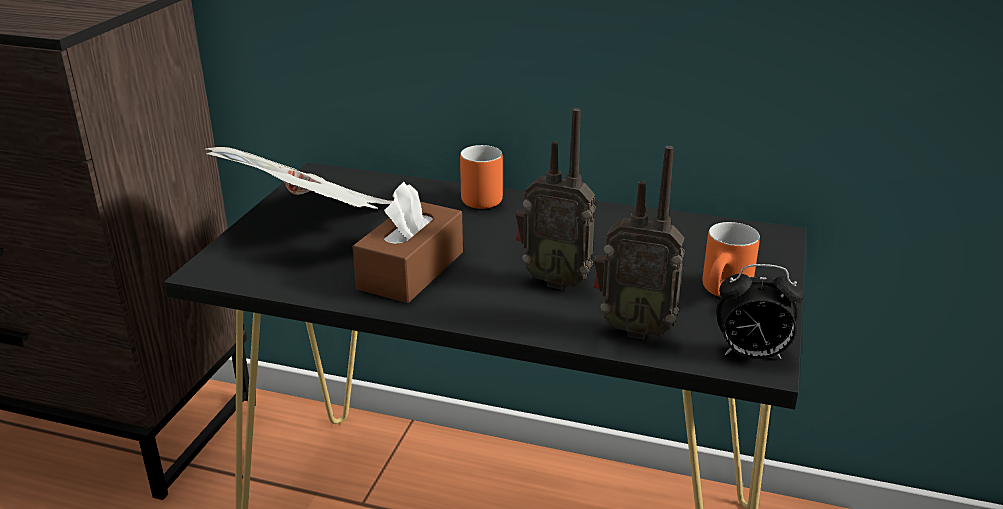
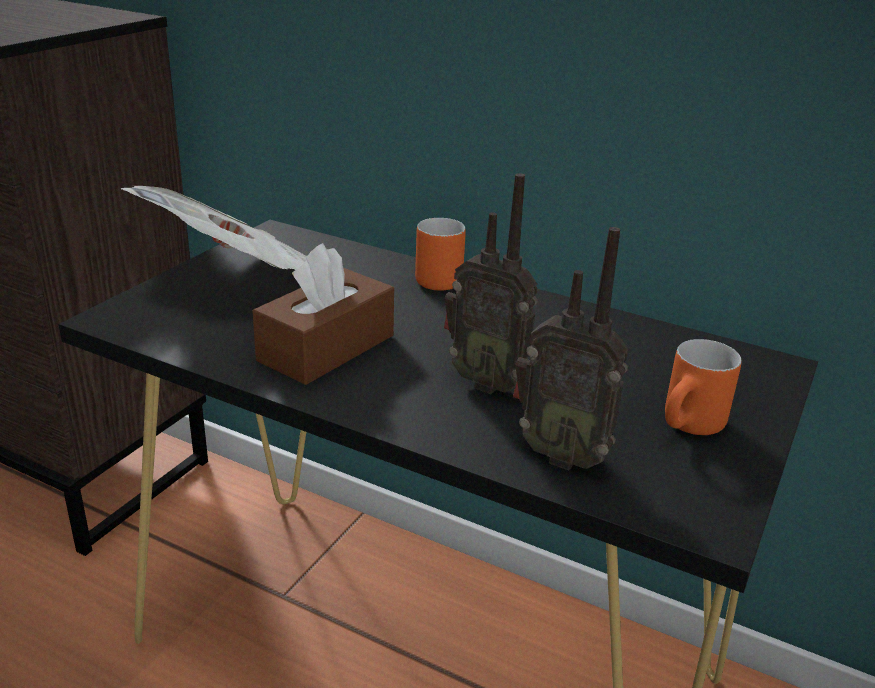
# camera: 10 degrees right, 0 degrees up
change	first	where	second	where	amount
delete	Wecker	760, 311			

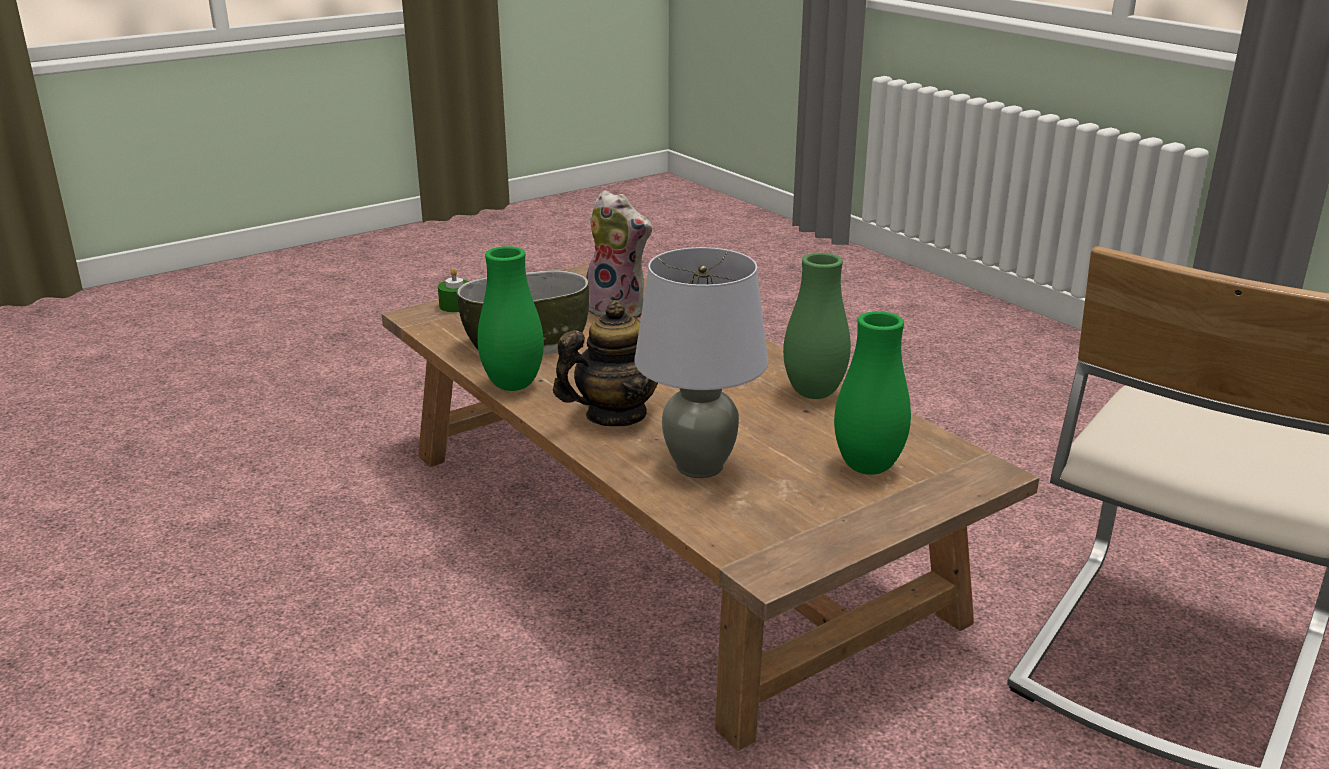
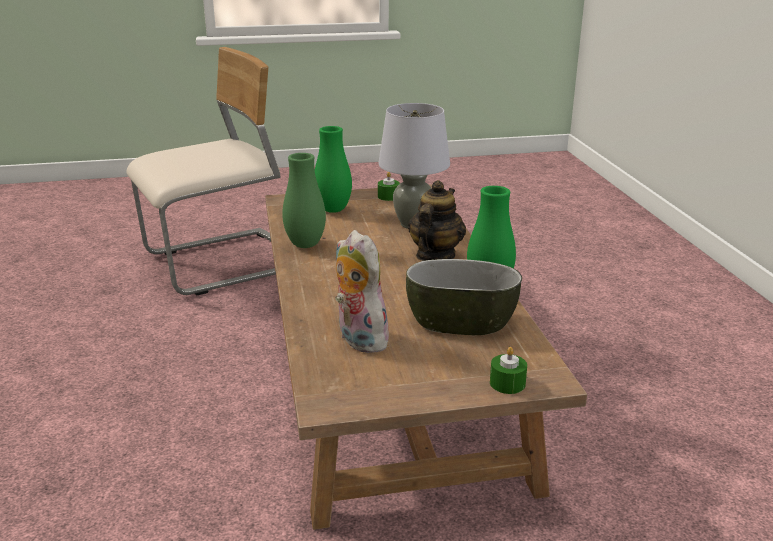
# camera: 155 degrees left, 0 degrees up
change	first	where	second	where	amount
rotate	Teekanne	605, 363		437, 220	120 degrees clockwise
insert			Kerze (grün)	389, 186	

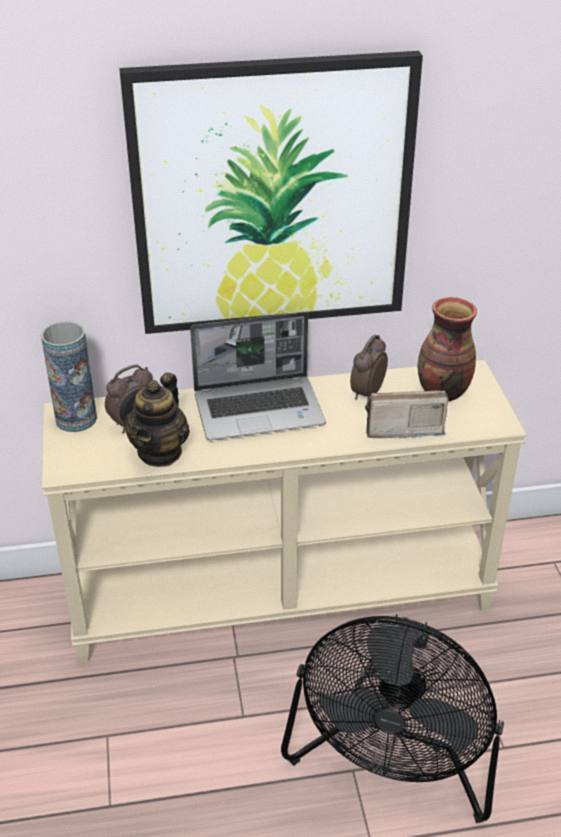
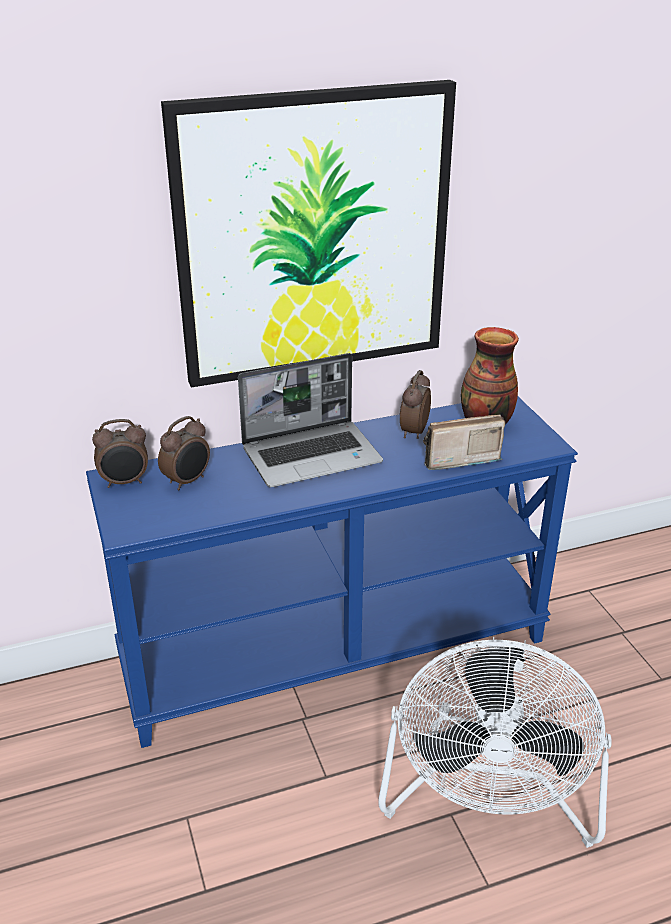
# camera: 10 degrees left, 5 degrees down
change	first	where	second	where	amount
replace	Vase	69, 376	Wecker	120, 453	
recolor	Konsolentisch (beige)	284, 512	Konsolentisch (blau)	332, 572	
delete	Teekanne	157, 419			
recolor	Ventilator (schwarz)	392, 718	Ventilator (weiß)	495, 742	

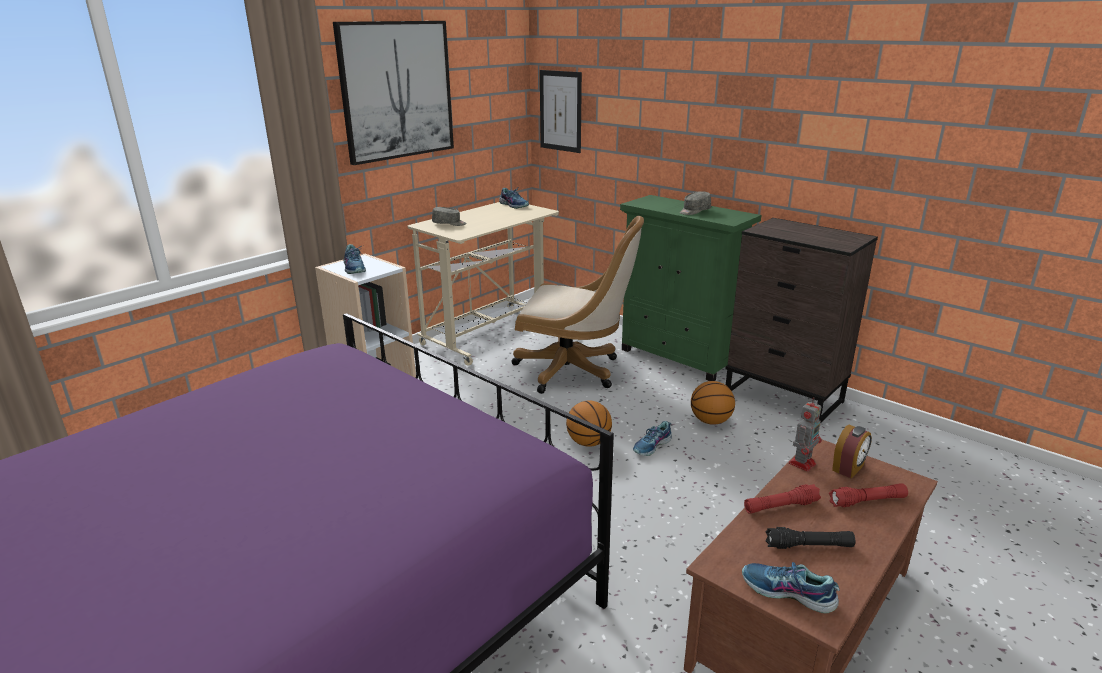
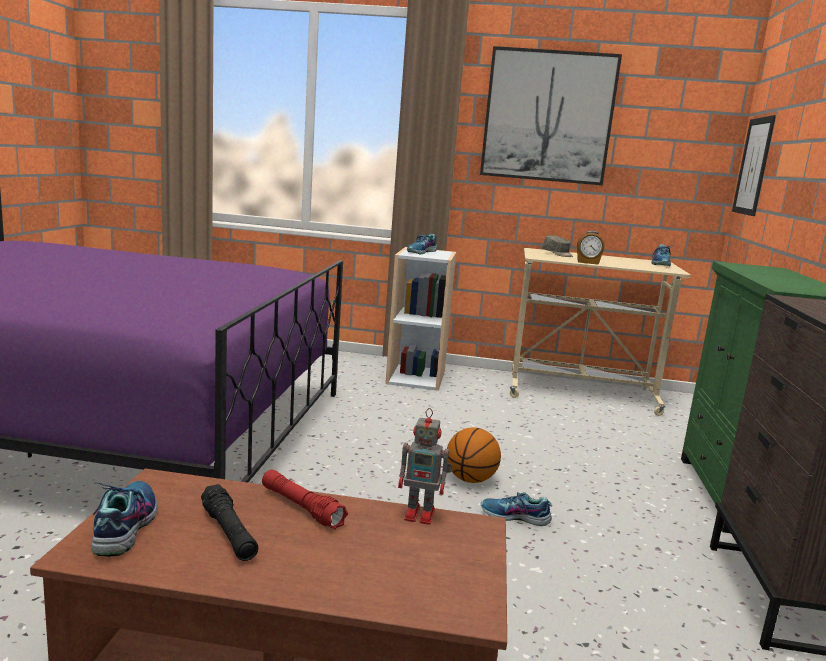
# camera: 55 degrees right, 10 degrees down
change	first	where	second	where	amount
delete	Bürostuhl	577, 305			
delete	Kappe (grau)	695, 203			
delete	Basketball	713, 403			
delete	Taschenlampe (rot)	868, 495			
move	Wecker	852, 452		591, 248	

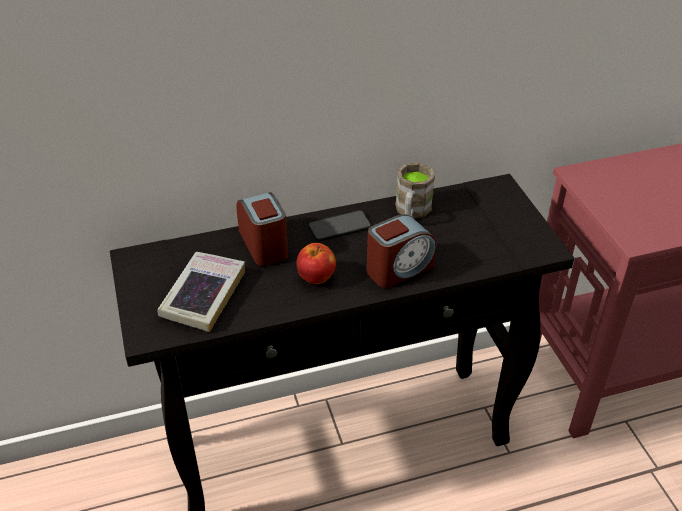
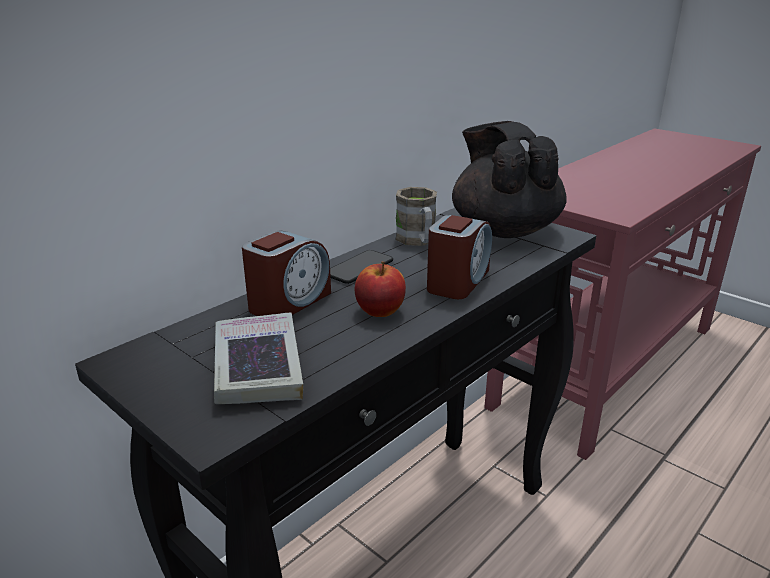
# camera: 30 degrees left, 15 degrees down
change	first	where	second	where	amount
rotate	Wecker	262, 229		286, 273	90 degrees clockwise
insert			Teekanne (schwarz)	509, 179	

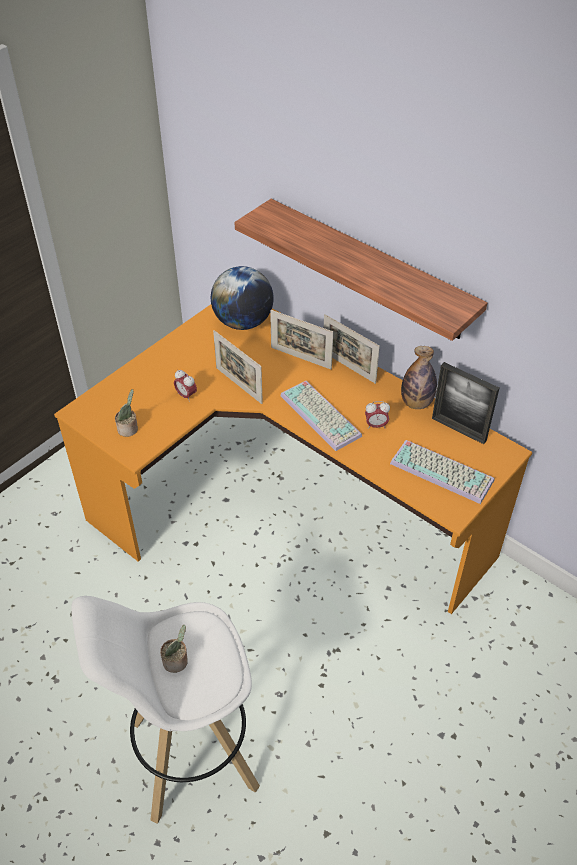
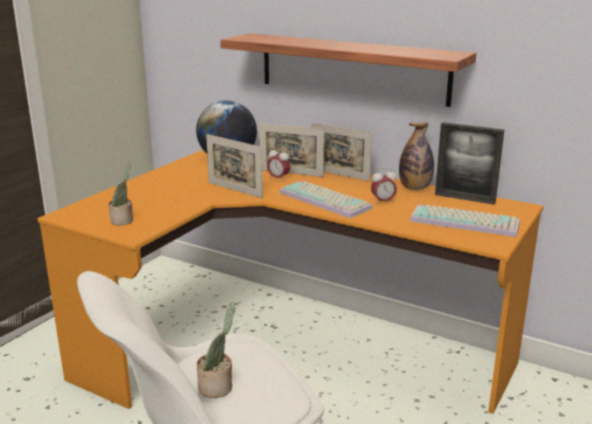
# camera: 10 degrees left, 25 degrees down
change	first	where	second	where	amount
move	Wecker	185, 386		279, 164	

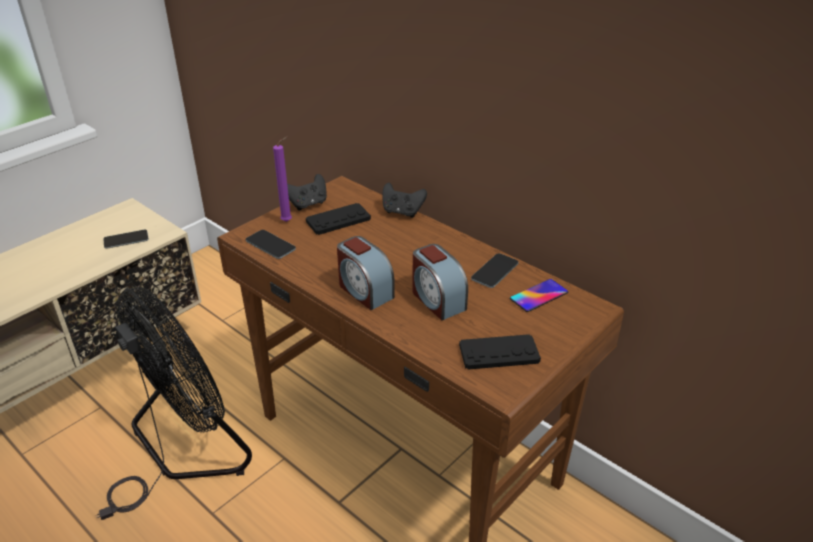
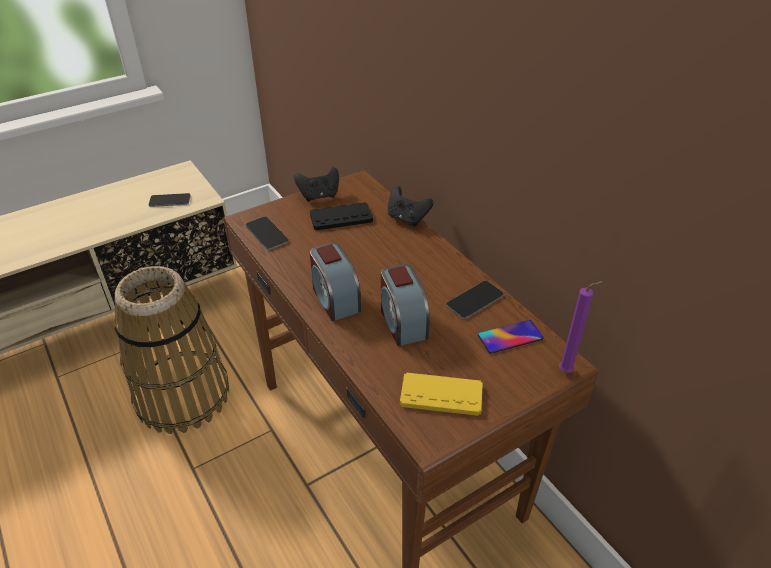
# camera: 15 degrees right, 5 degrees up
change	first	where	second	where	amount
replace	Ventilator (schwarz)	174, 403	Korb	172, 350	
move	Kerze (lila)	282, 179		581, 327	
recolor	Gamepad (schwarz)	500, 352	Gamepad (gelb)	441, 394	

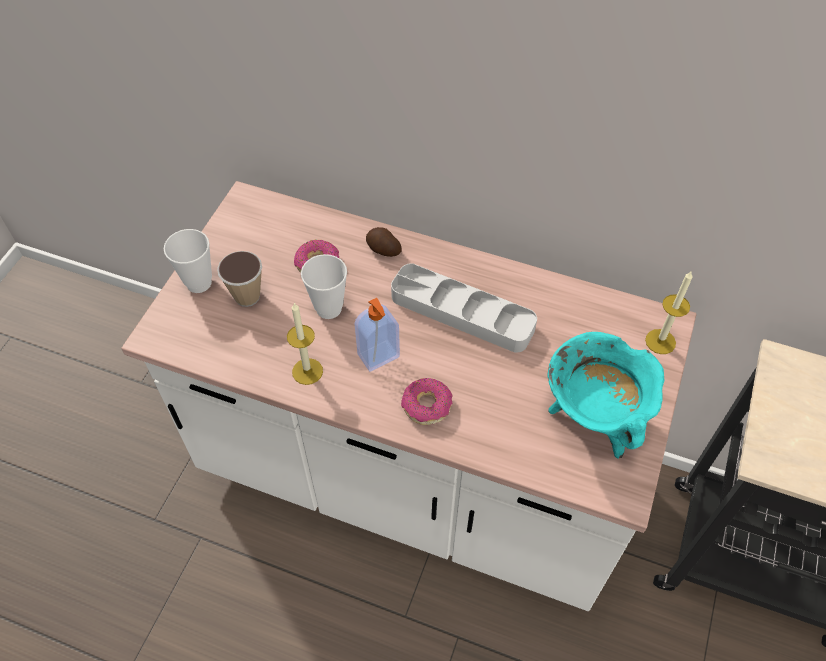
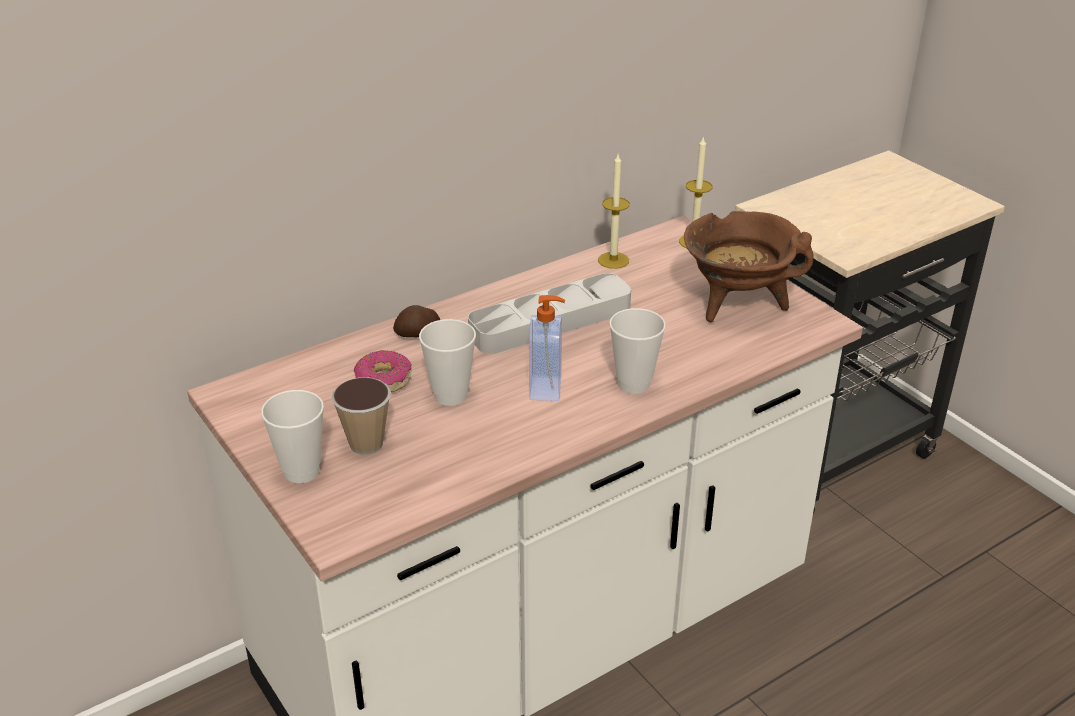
# camera: 55 degrees left, 20 degrees down
change	first	where	second	where	amount
move	Kerze	305, 344		614, 211	
replace	Donut	427, 401	Tasse	637, 351	
recolor	Kochtopf (türkis)	605, 395	Kochtopf (braun)	748, 266	

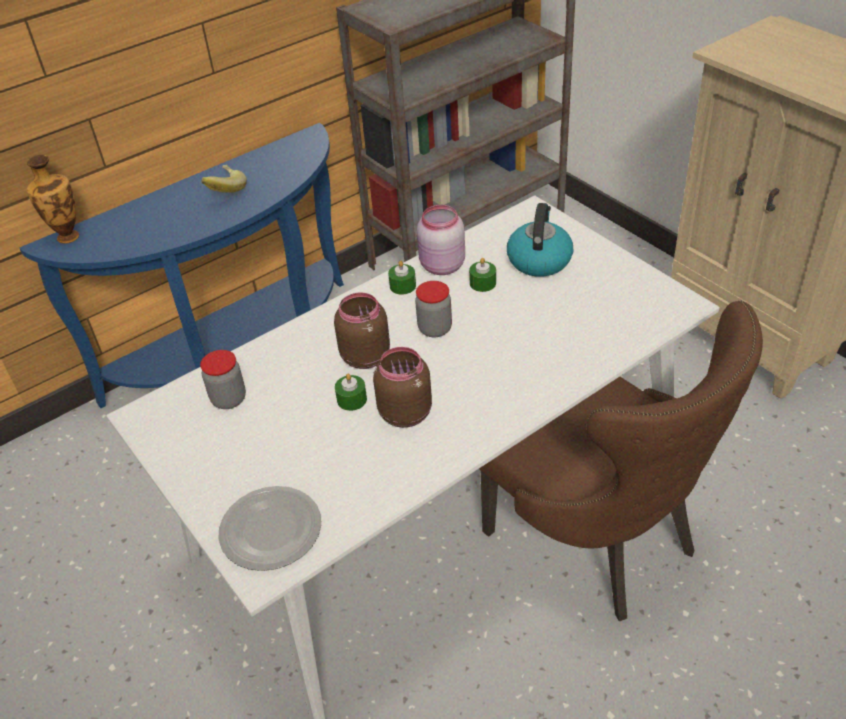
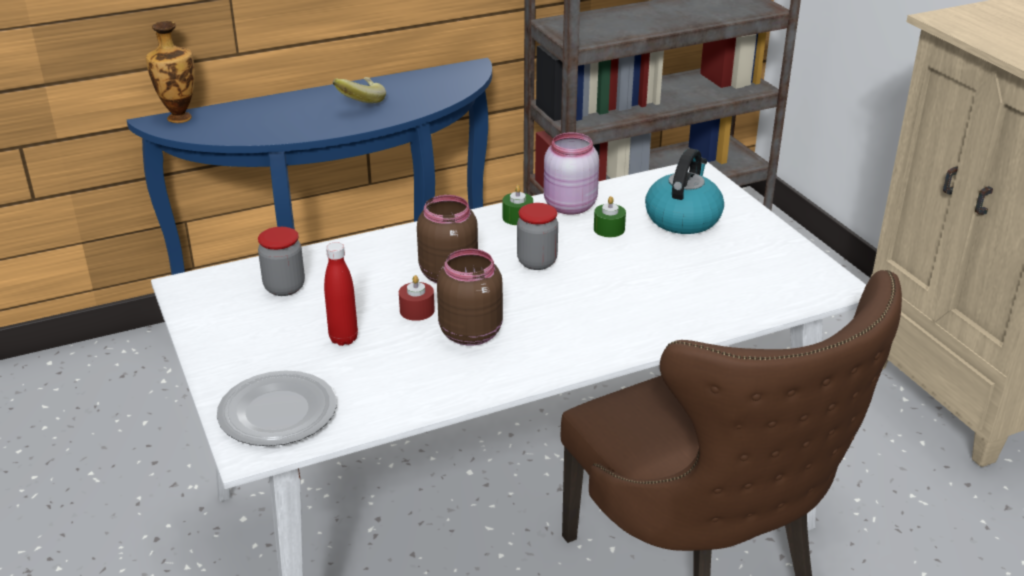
# camera: 10 degrees right, 10 degrees down
change	first	where	second	where	amount
recolor	Kerze (grün)	351, 392	Kerze (rot)	417, 298	
insert			Flasche (rot)	341, 294	

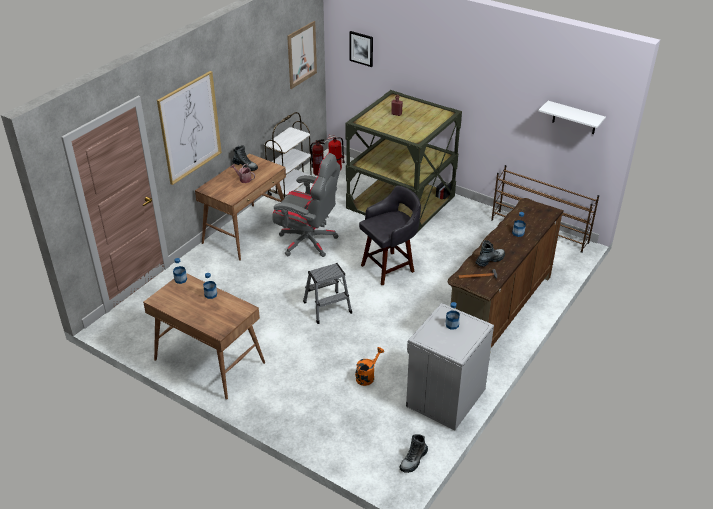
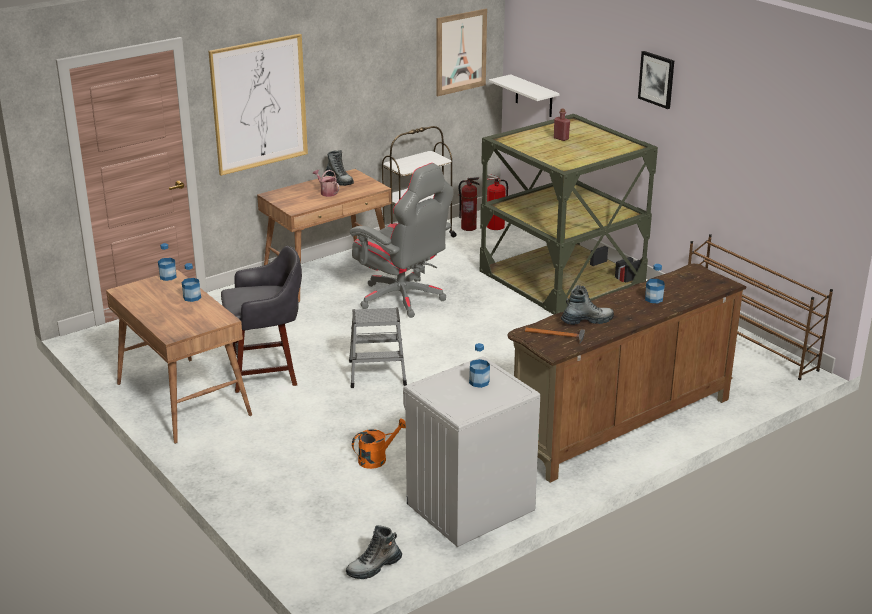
# camera: 20 degrees right, 10 degrees down
change	first	where	second	where	amount
move	Bild	361, 49		656, 80	
move	Hocker (grau)	390, 235		261, 319	
move	Wandregal (weiß)	572, 117		524, 95	

